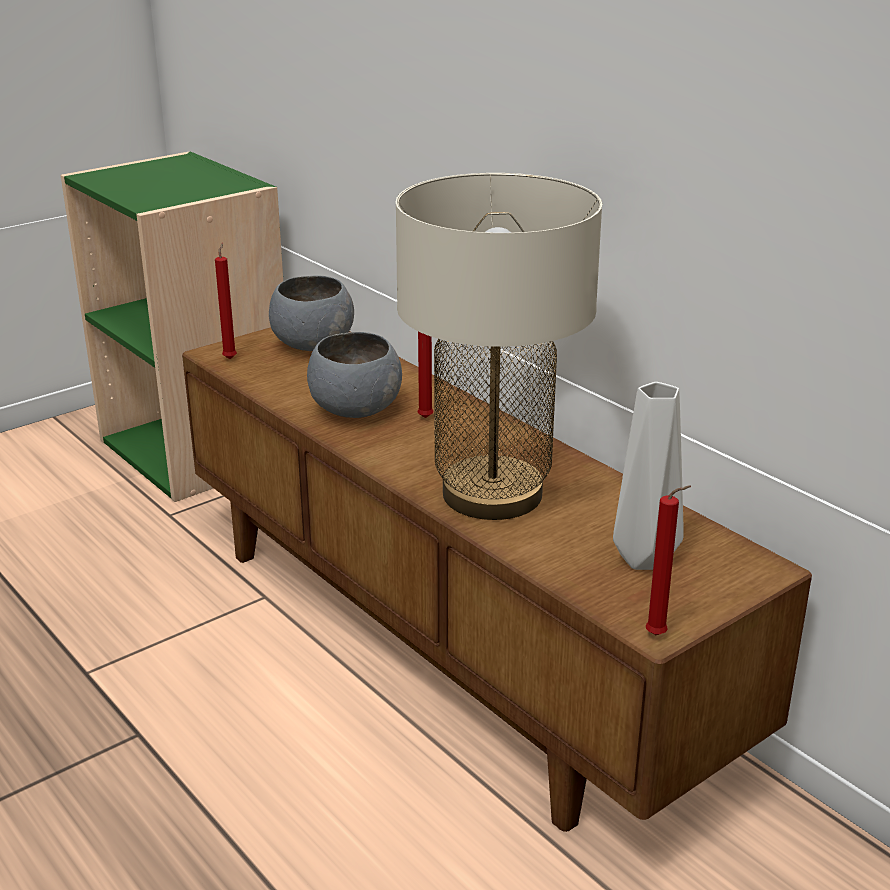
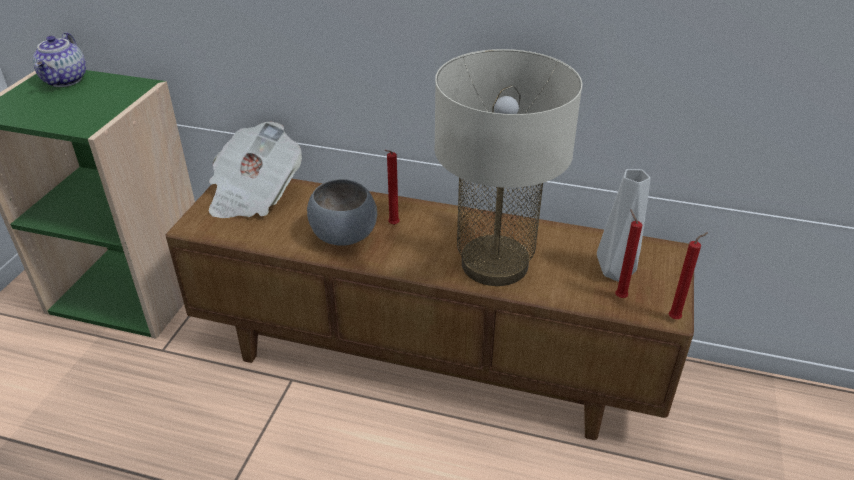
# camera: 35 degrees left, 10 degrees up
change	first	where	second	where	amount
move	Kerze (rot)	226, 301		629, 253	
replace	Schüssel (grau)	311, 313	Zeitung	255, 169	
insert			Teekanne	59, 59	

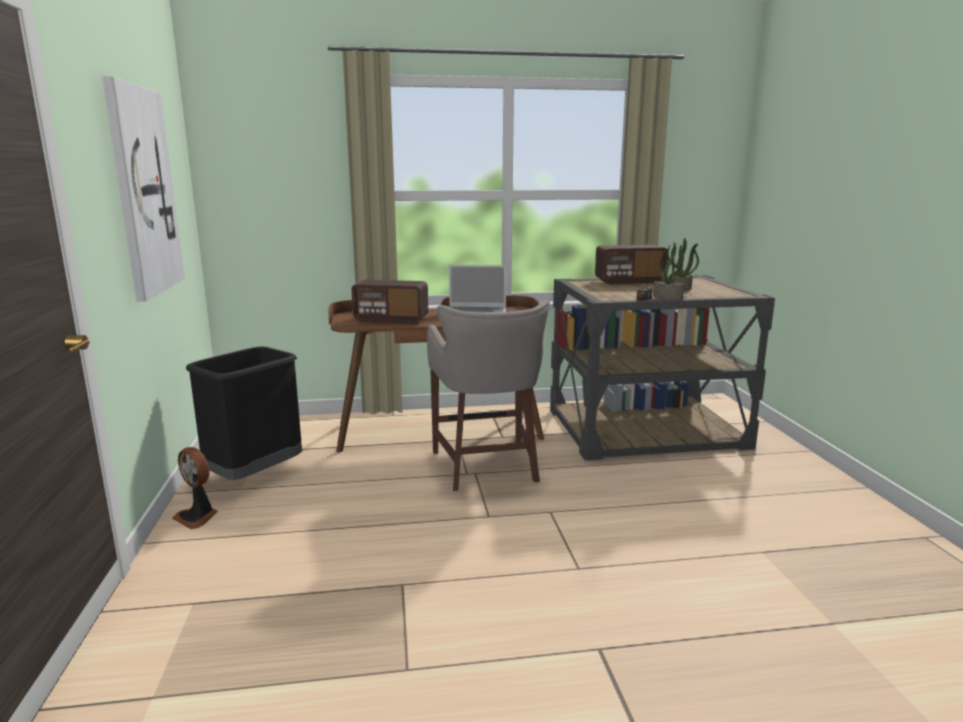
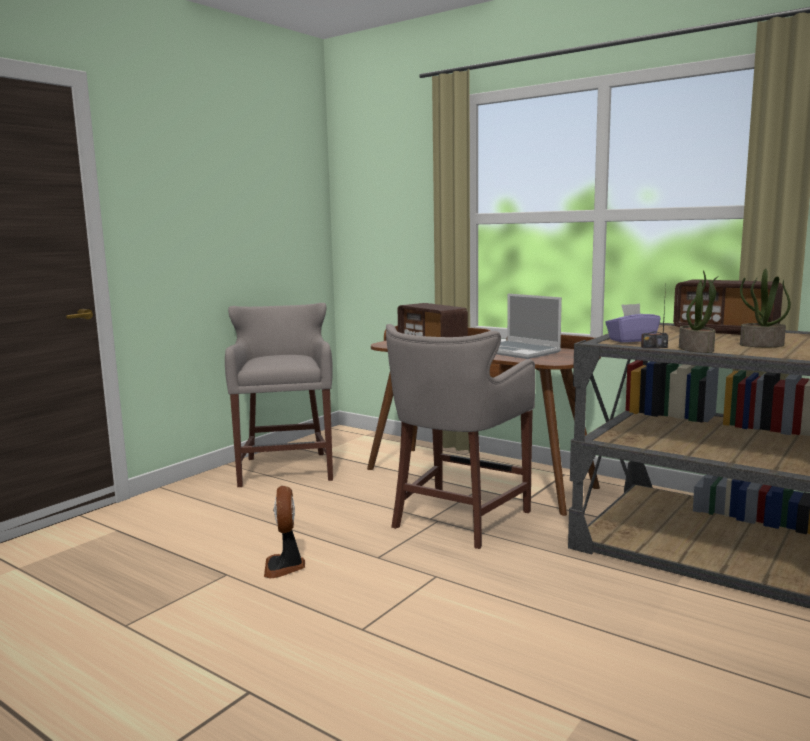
# camera: 45 degrees right, 5 degrees down
change	first	where	second	where	amount
delete	Bild	143, 189			
move	Ventilator	195, 488		284, 532	
replace	Mülleimer (schwarz)	244, 413	Hocker (grau)	279, 395	
insert			Taschentuchbox (lila)	633, 323	

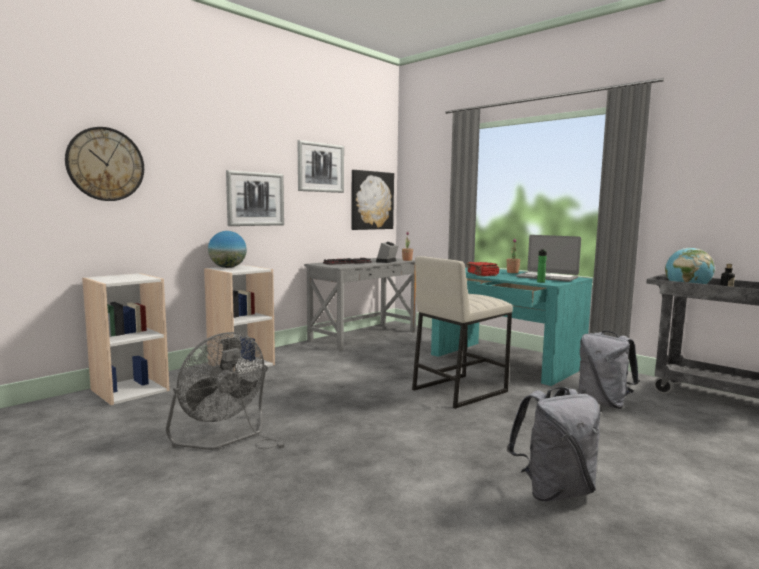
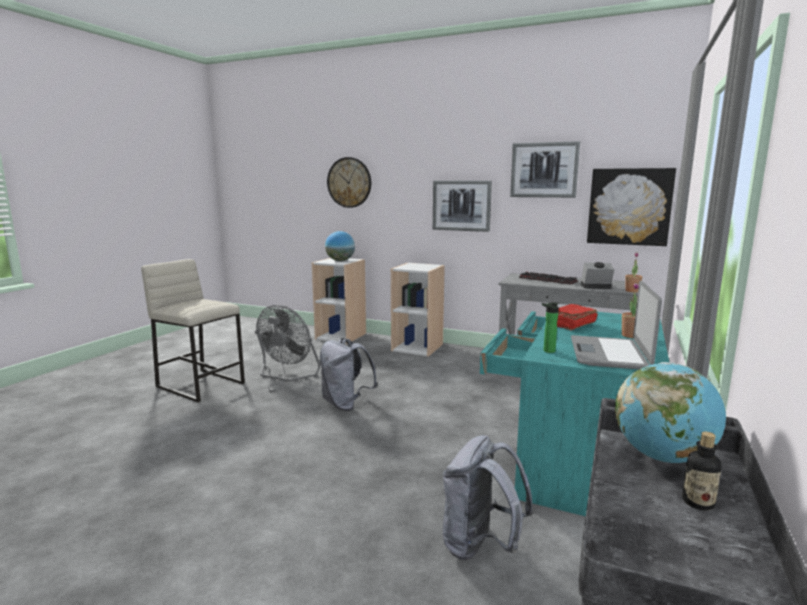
# camera: 70 degrees right, 5 degrees up
change	first	where	second	where	amount
move	Globus	227, 249		340, 246	
move	Hocker (beige)	462, 332		193, 330	
move	Rucksack (grau)	553, 444		349, 374	

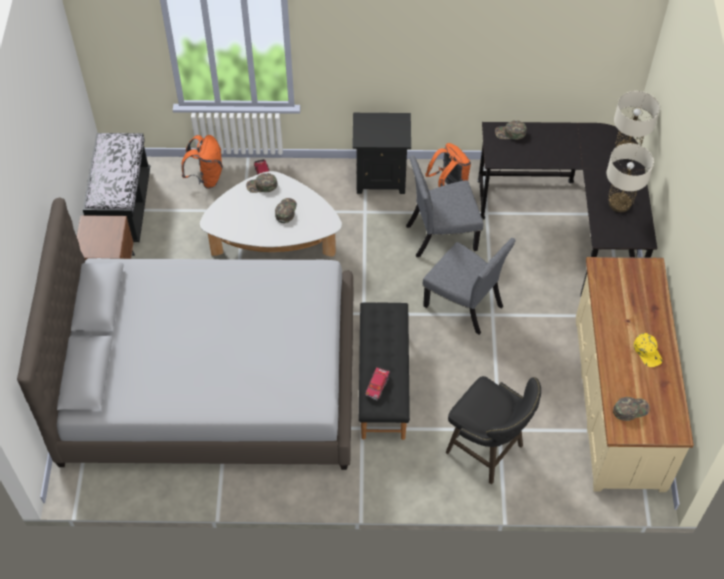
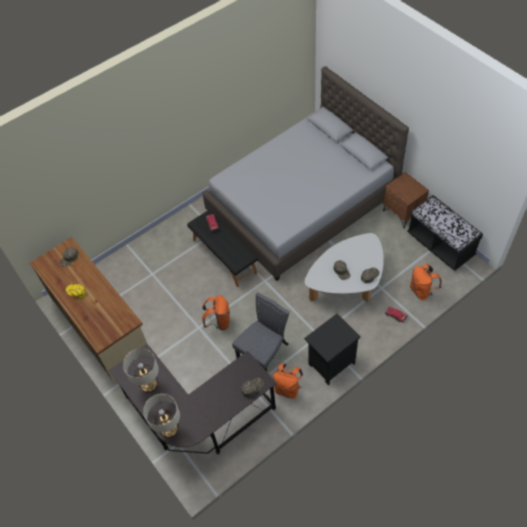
# camera: 145 degrees right, 0 degrees up
change	first	where	second	where	amount
replace	Stuhl (grau)	469, 286	Rucksack (orange)	216, 313	
delete	Hocker (schwarz)	493, 430			

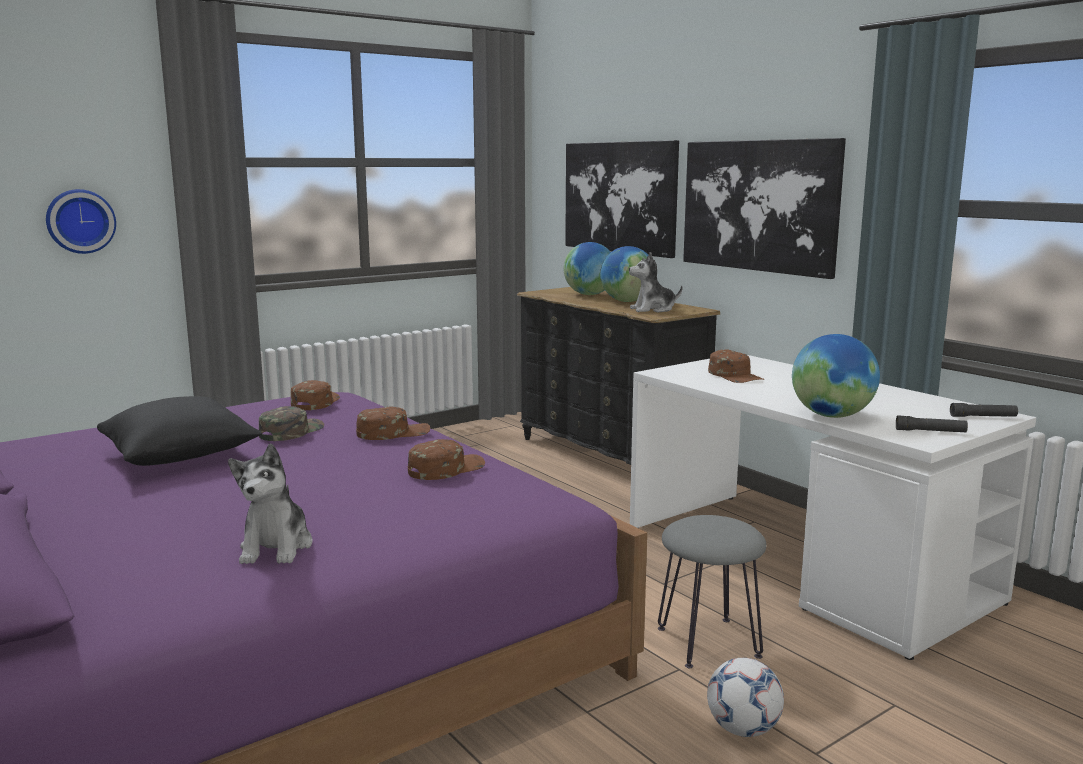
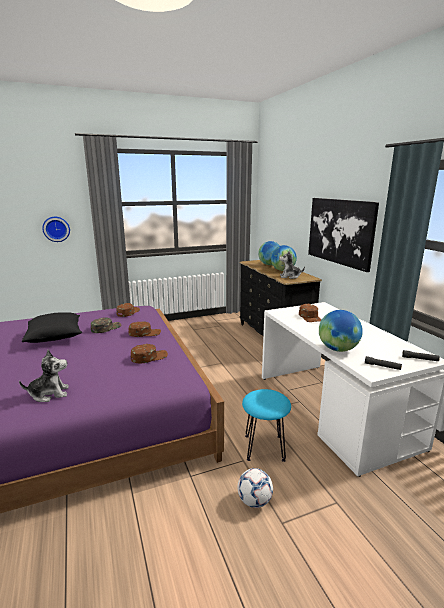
# camera: 15 degrees right, 5 degrees up
change	first	where	second	where	amount
rotate	Plüschtier	270, 504		44, 376	120 degrees counterclockwise
delete	Bild	622, 199			
recolor	Hocker (grau)	712, 591	Hocker (türkis)	266, 425	

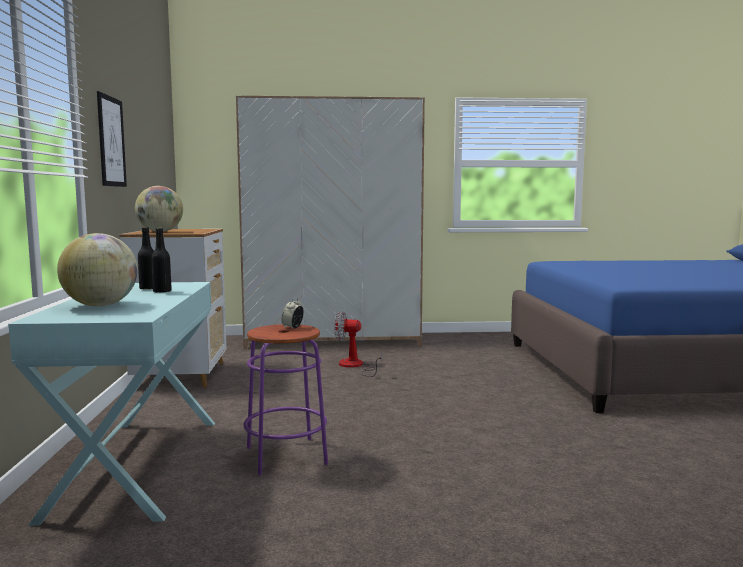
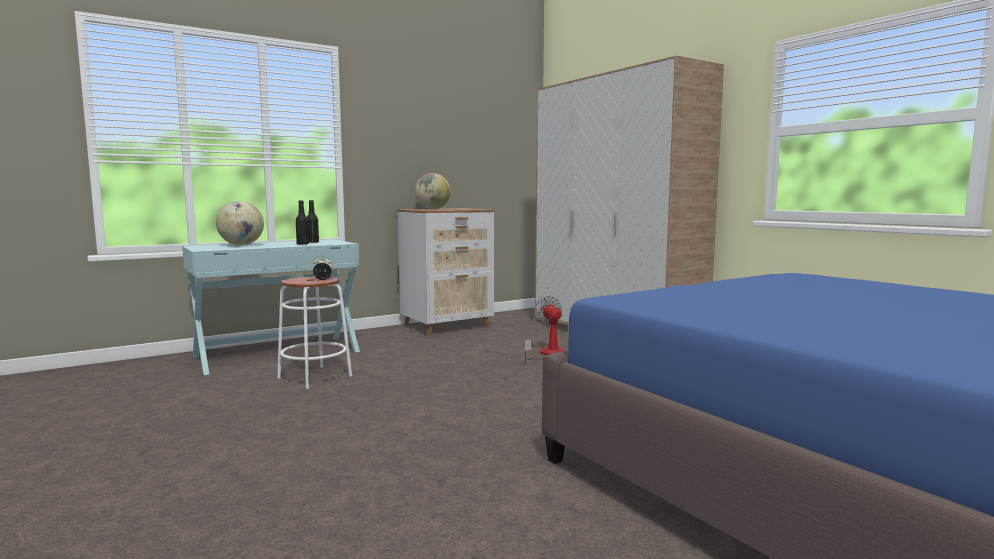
# camera: 60 degrees right, 0 degrees up
change	first	where	second	where	amount
delete	Bild	112, 139			
recolor	Hocker (lila)	285, 399	Hocker (weiß)	314, 333	

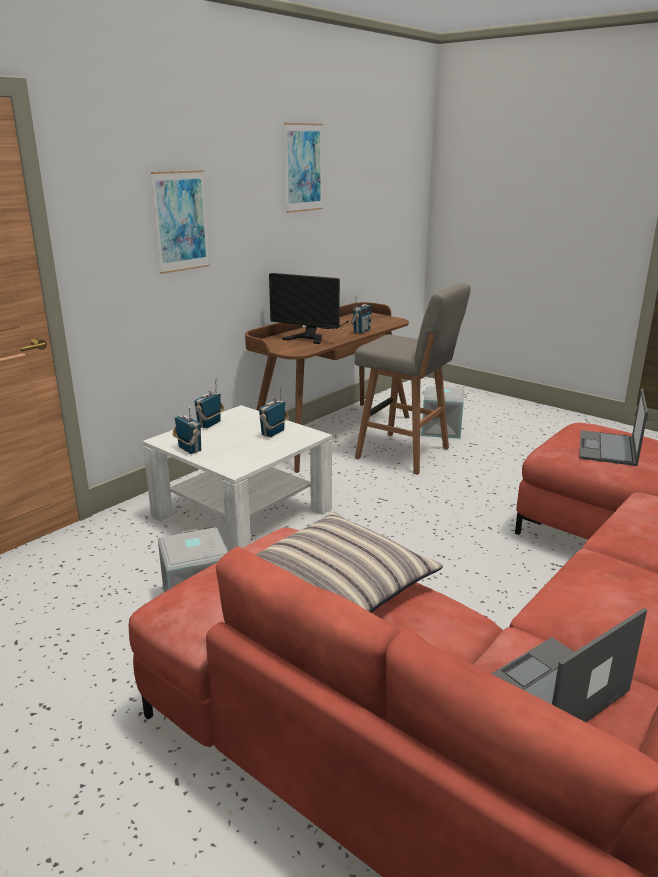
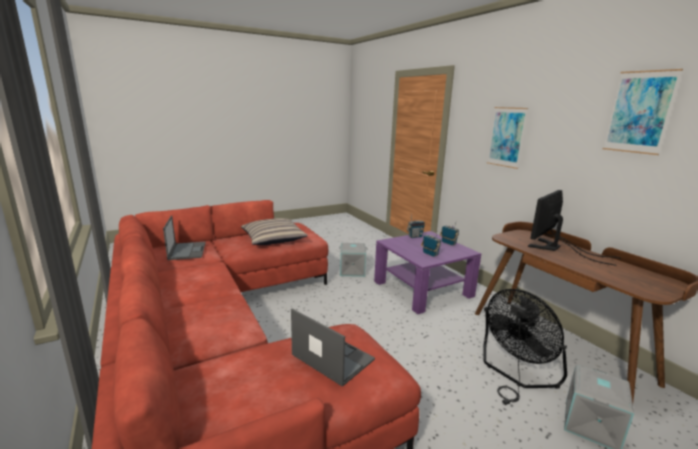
# camera: 110 degrees right, 5 degrees down
change	first	where	second	where	amount
recolor	Couchtisch (weiß)	237, 478	Couchtisch (lila)	427, 272	
delete	Radio	361, 314			
replace	Hocker (grau)	413, 379	Ventilator (schwarz)	525, 347	

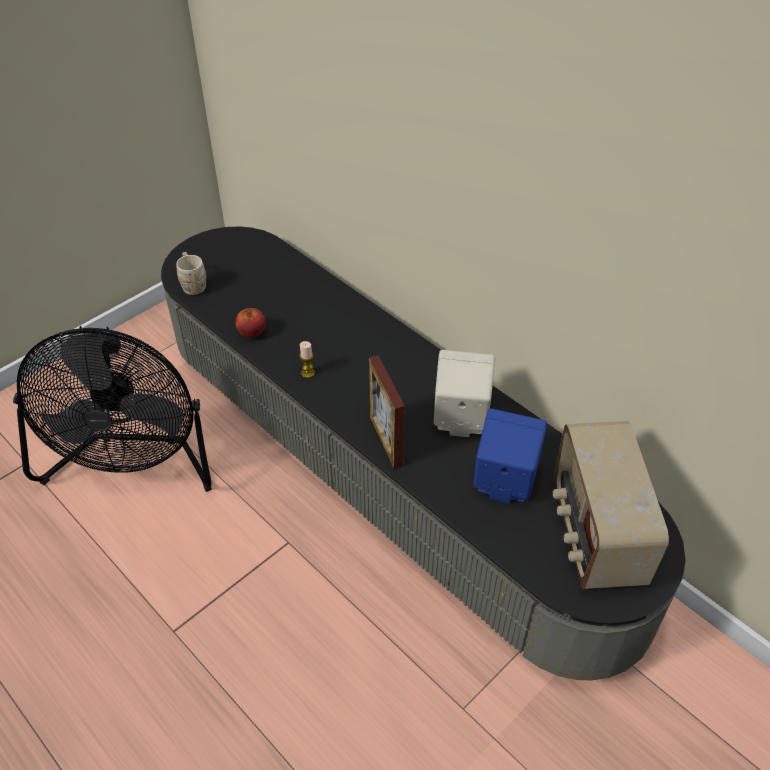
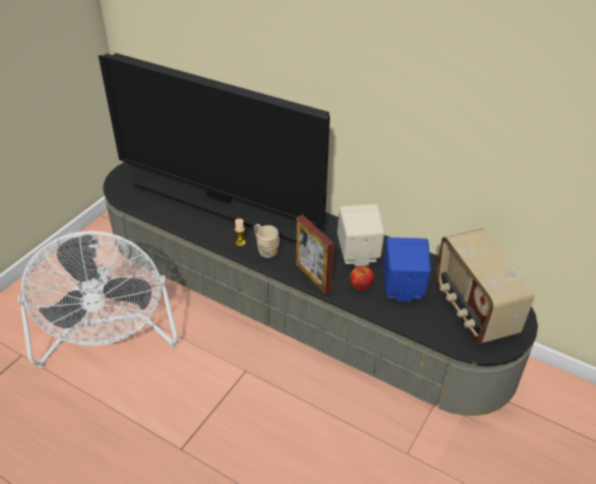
# camera: 15 degrees left, 5 degrees down
change	first	where	second	where	amount
recolor	Ventilator (schwarz)	112, 409	Ventilator (weiß)	98, 299	
move	Henkelbecher (beige)	191, 273		267, 241	
move	Apfel	251, 323		362, 278	
insert			Fernseher	214, 148	

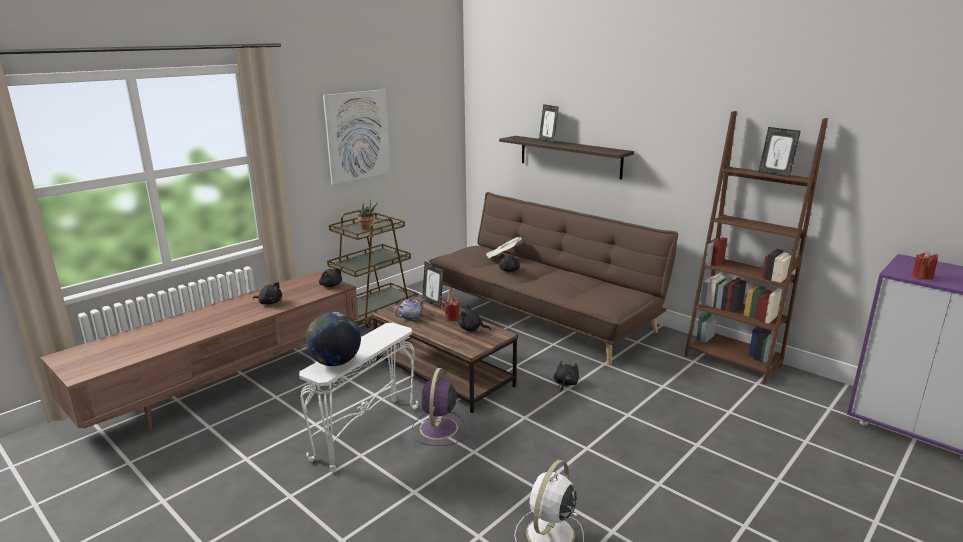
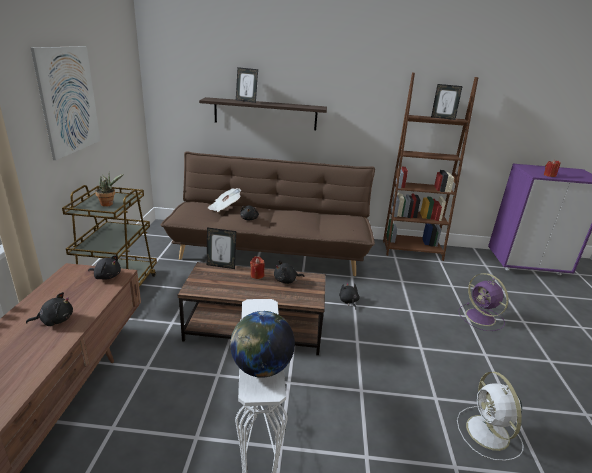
# camera: 40 degrees left, 5 degrees up
change	first	where	second	where	amount
delete	Teekanne	409, 309			
move	Ventilator (lila)	438, 407		483, 302	

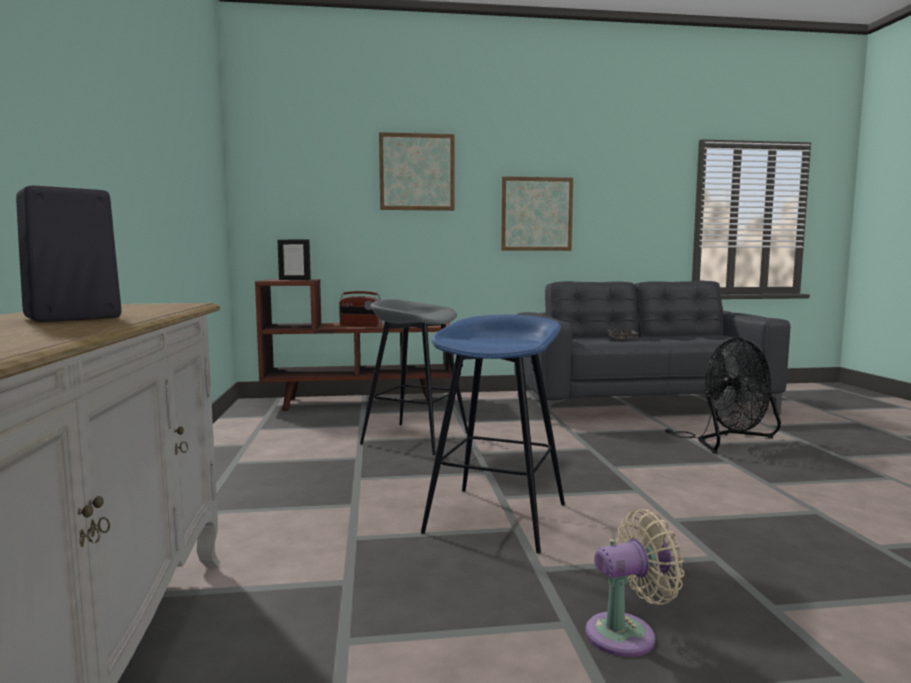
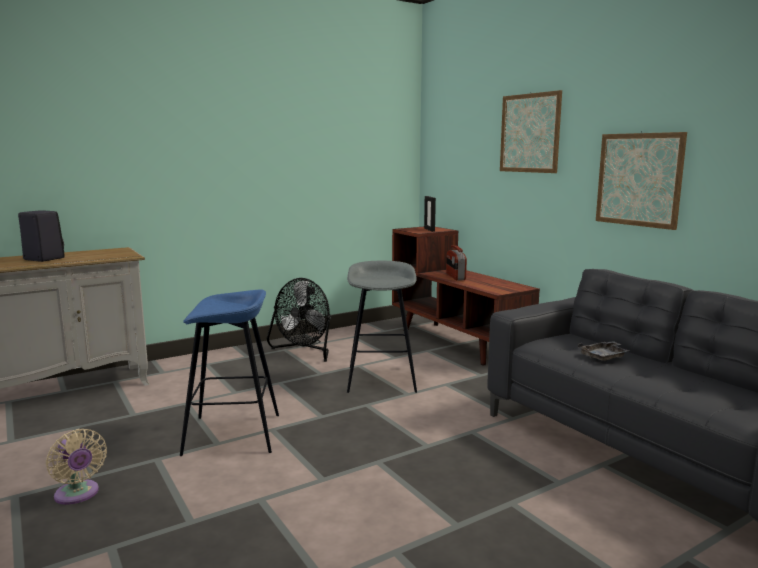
# camera: 65 degrees right, 5 degrees up
change	first	where	second	where	amount
move	Ventilator (schwarz)	723, 396		299, 320	

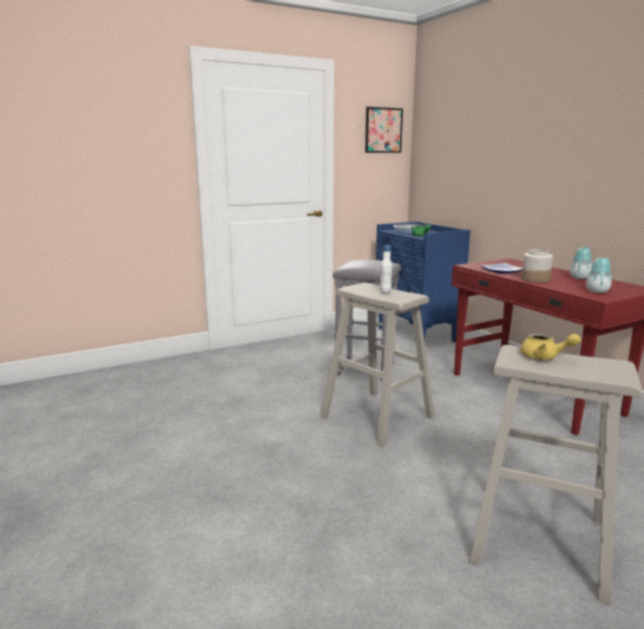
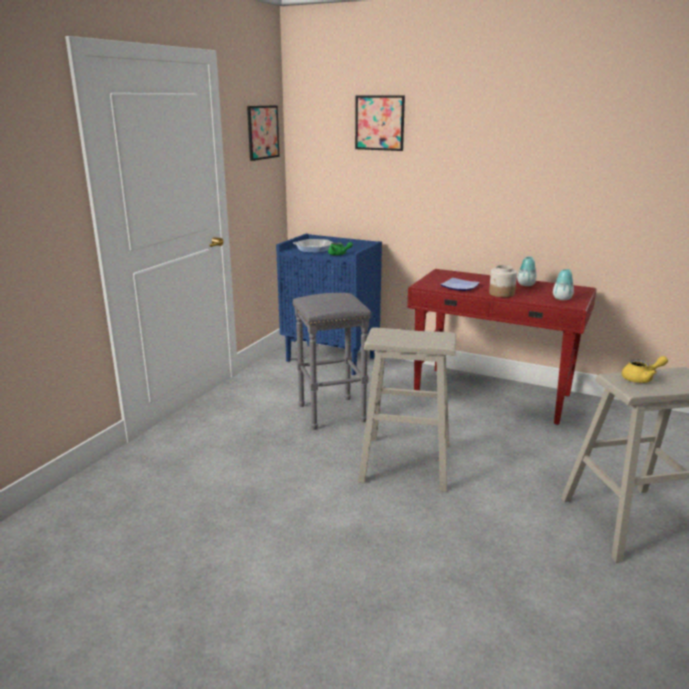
# camera: 35 degrees left, 5 degrees up
change	first	where	second	where	amount
delete	Flasche (weiß)	386, 269			
insert			Bild	380, 123	

